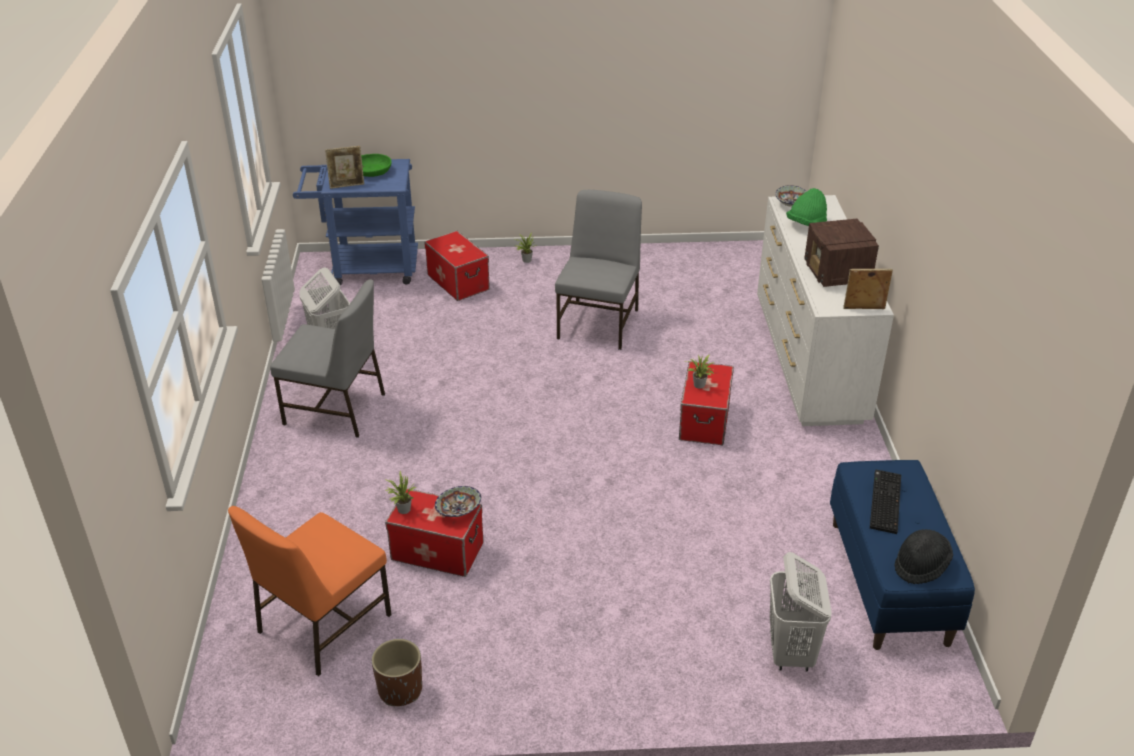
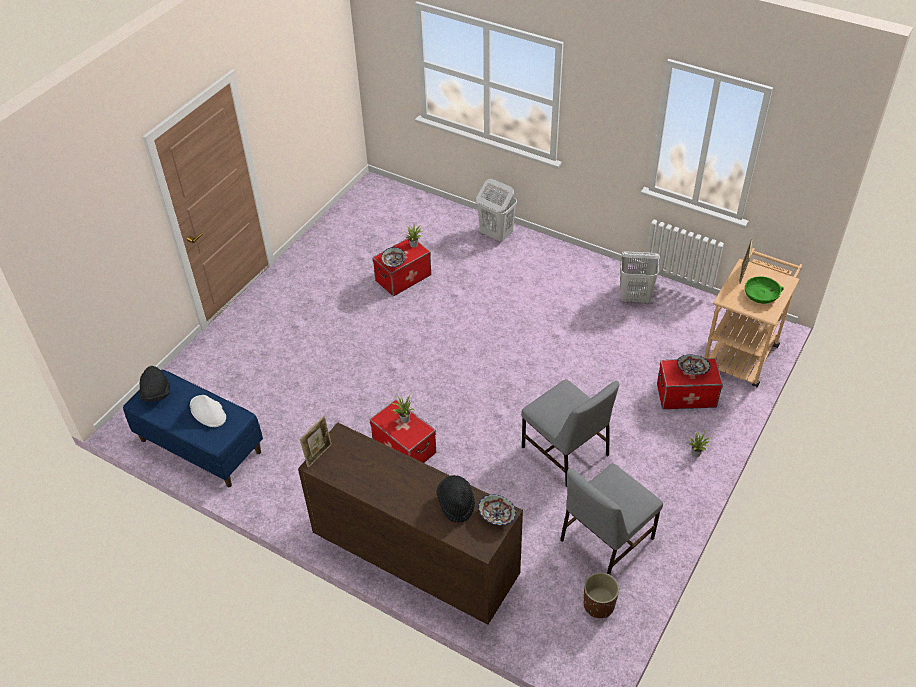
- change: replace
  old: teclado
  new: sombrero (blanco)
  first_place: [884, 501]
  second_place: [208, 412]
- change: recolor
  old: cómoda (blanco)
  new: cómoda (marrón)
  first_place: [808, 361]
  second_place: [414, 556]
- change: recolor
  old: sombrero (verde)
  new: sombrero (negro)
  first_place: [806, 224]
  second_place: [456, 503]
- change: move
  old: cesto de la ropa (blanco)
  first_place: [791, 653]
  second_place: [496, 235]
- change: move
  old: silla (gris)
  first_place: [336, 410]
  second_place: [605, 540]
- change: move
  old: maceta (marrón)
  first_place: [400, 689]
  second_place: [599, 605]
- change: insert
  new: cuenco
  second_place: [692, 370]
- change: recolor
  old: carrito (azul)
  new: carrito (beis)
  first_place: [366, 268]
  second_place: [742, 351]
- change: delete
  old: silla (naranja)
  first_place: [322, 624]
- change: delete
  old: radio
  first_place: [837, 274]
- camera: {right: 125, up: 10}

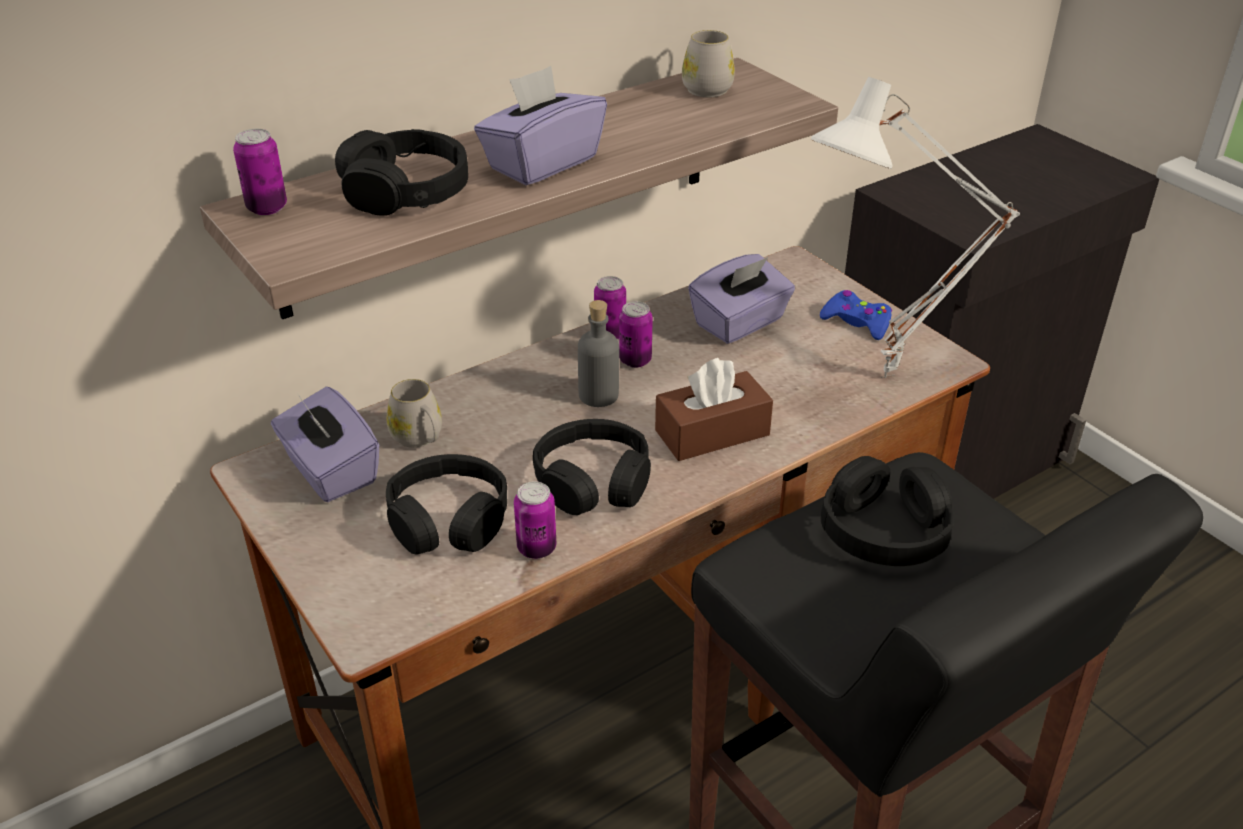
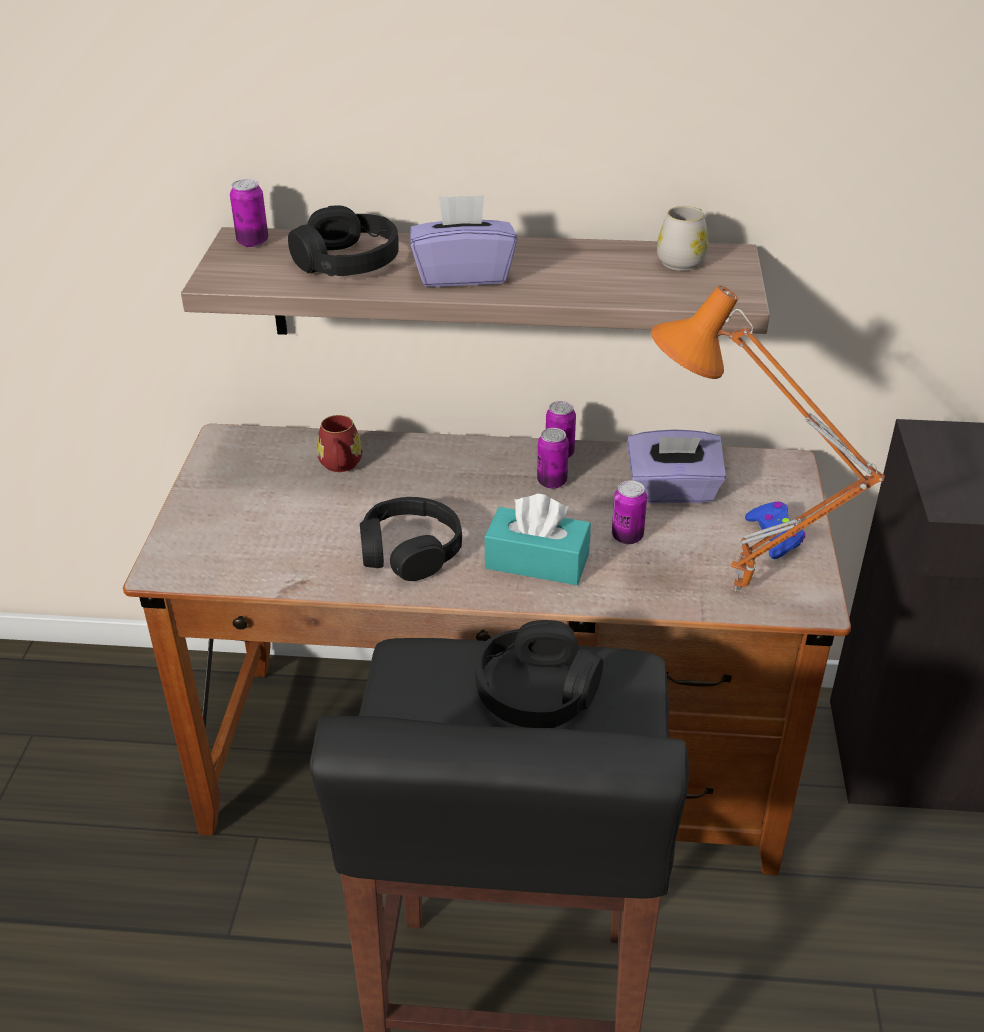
- change: recolor
  old: taza grande (blanco)
  new: taza grande (rojo)
  first_place: [420, 438]
  second_place: [340, 466]
- change: recolor
  old: caja de pañuelos (marrón)
  new: caja de pañuelos (turquesa)
  first_place: [712, 433]
  second_place: [537, 561]
- change: move
  old: lata
  first_place: [536, 548]
  second_place: [627, 537]
- change: recolor
  old: lámpara de mesa (blanco)
  new: lámpara de mesa (naranja)
  first_place: [890, 380]
  second_place: [736, 595]
- change: delete
  old: caja de pañuelos (morado)
  first_place: [330, 471]
- change: delete
  old: auriculares (negro)
  first_place: [448, 520]
- change: delete
  old: botella (gris)
  first_place: [598, 395]
- camera: {right: 40, up: 0}

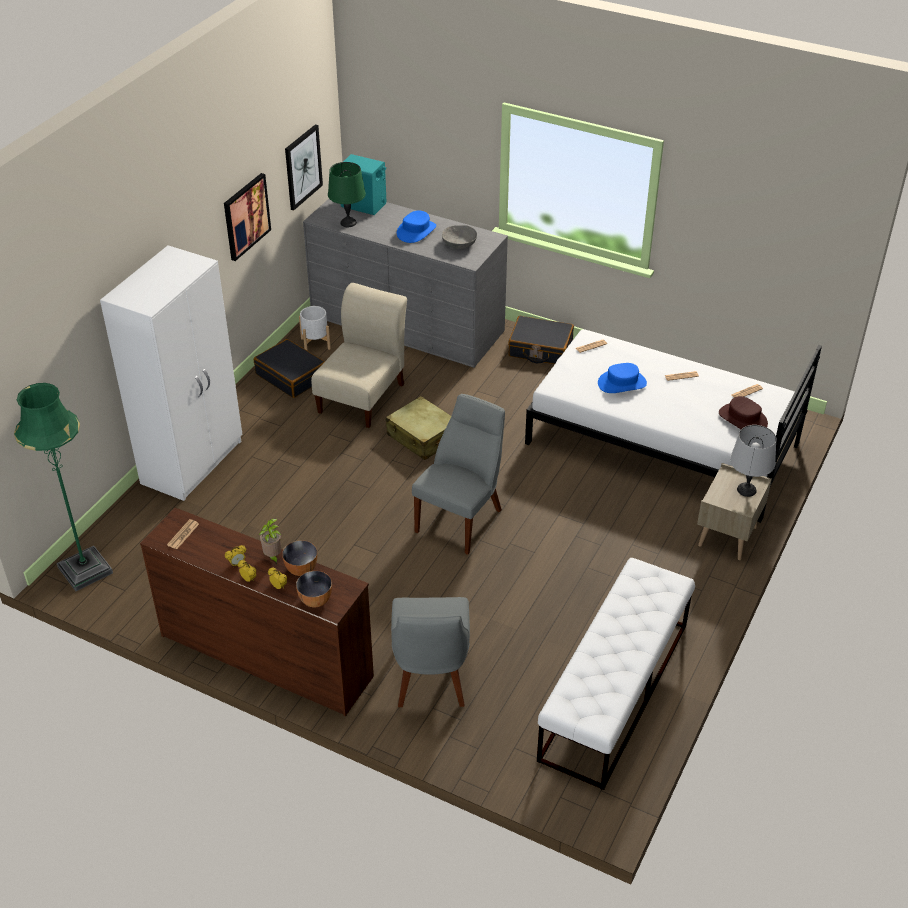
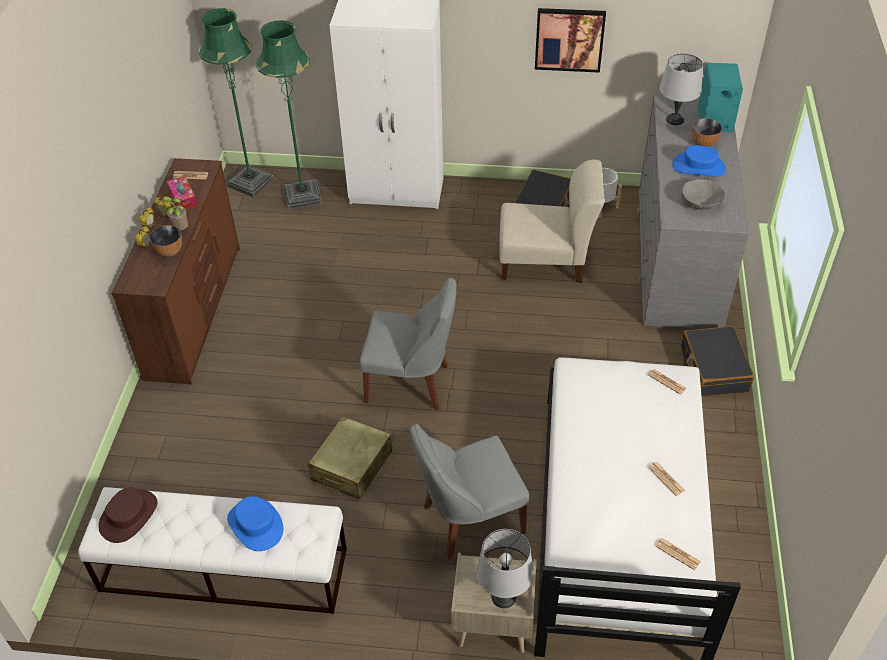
- change: move
  old: sombrero (marrón)
  first_place: [743, 419]
  second_place: [129, 516]
- change: insert
  new: caja de pañuelos
  second_place: [183, 198]
- change: move
  old: sombrero (azul)
  first_place: [622, 383]
  second_place: [256, 524]
- change: insert
  new: lámpara de pie (verde)
  second_place: [303, 196]
- change: move
  old: maleta (beis)
  first_place: [423, 437]
  second_place: [351, 466]
- change: move
  old: silla (gris)
  first_place: [430, 678]
  second_place: [468, 520]
- change: recolor
  old: lámpara de mesa (verde)
  new: lámpara de mesa (gris)
  first_place: [348, 222]
  second_place: [675, 120]
- change: move
  old: cuenco
  first_place: [315, 600]
  second_place: [704, 143]
- change: delete
  old: cuadro
  first_place: [303, 167]
- camera: {right: 70, up: 5}

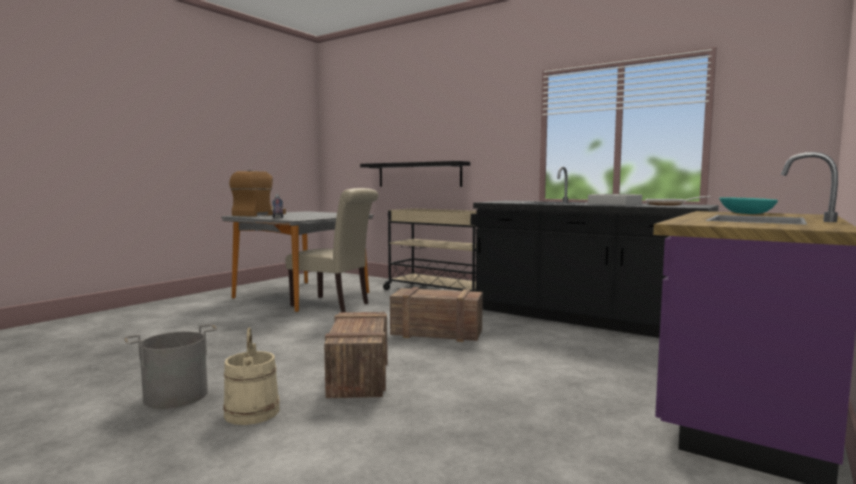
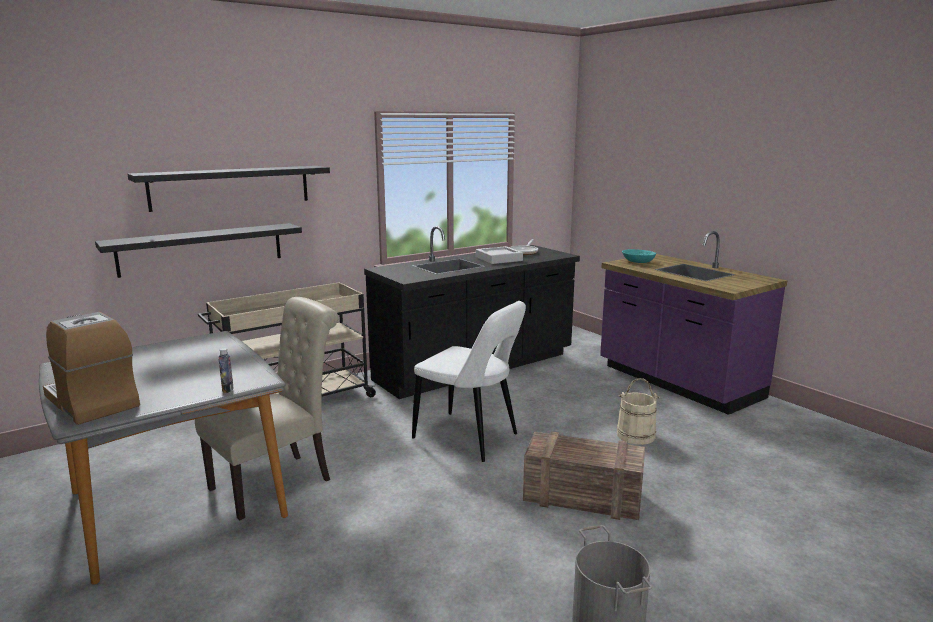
- change: insert
  new: estante (negro)
  second_place: [231, 187]
- change: replace
  old: caja de embalaje
  new: silla (blanco)
  first_place: [435, 333]
  second_place: [469, 438]
- change: move
  old: cubo (beis)
  first_place: [252, 412]
  second_place: [635, 435]
- camera: {right: -70, up: 10}

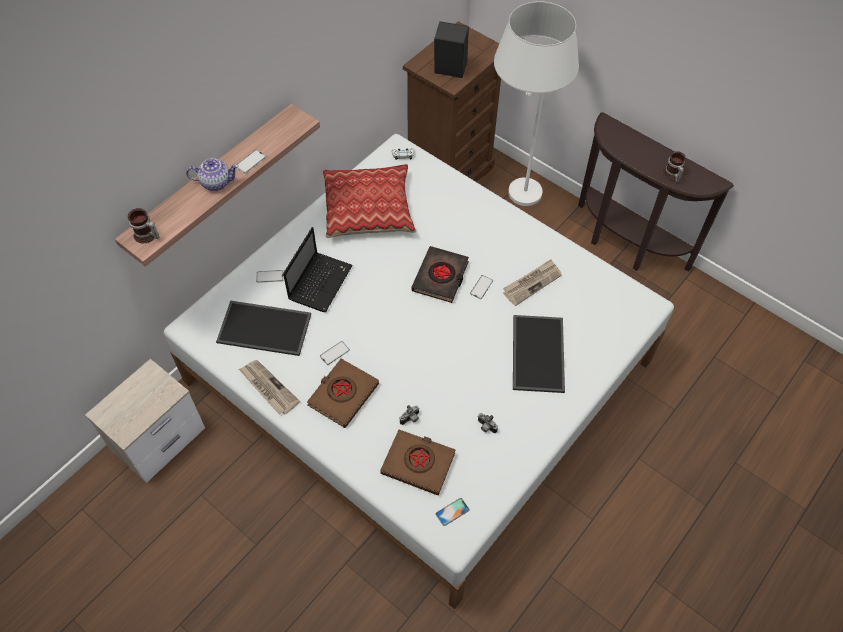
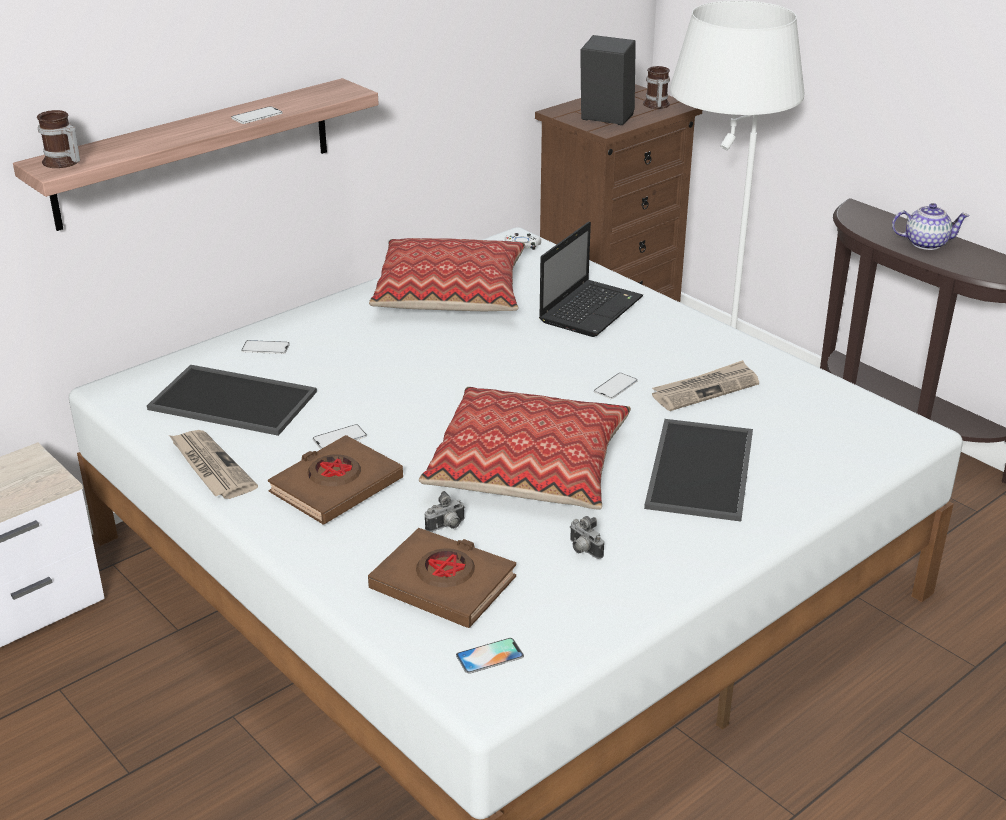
- change: insert
  new: cojín
  second_place: [529, 466]
- change: move
  old: portátil
  first_place: [320, 281]
  second_place: [591, 309]
- change: move
  old: taza grande
  first_place: [671, 175]
  second_place: [655, 105]
- change: move
  old: tetera
  first_place: [215, 182]
  second_place: [925, 243]
- change: delete
  old: libro (negro)
  first_place: [440, 277]
- camera: {right: 10, up: -25}

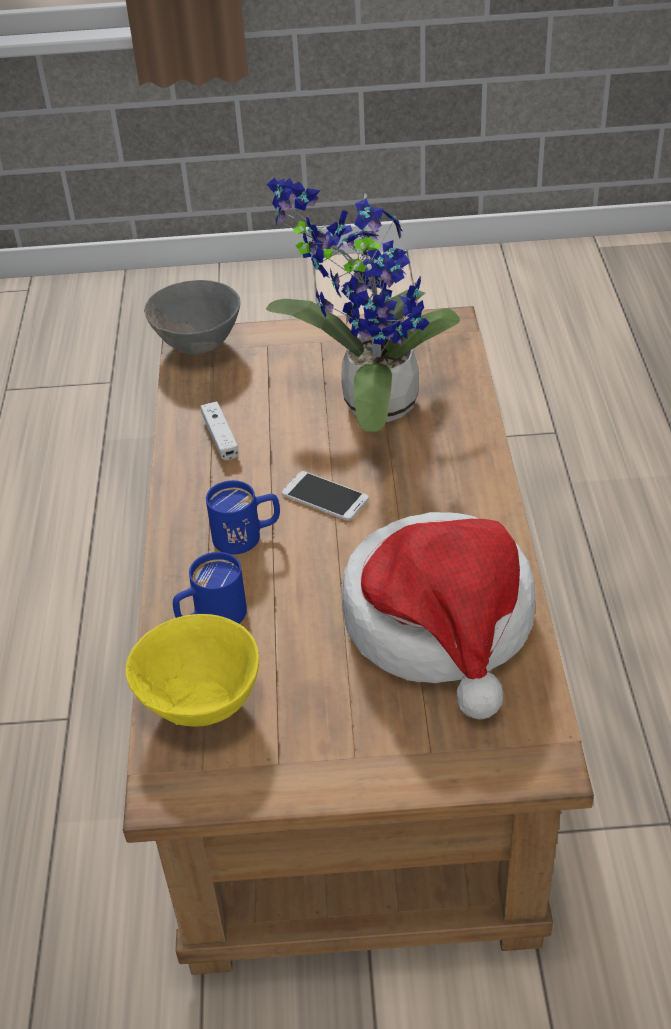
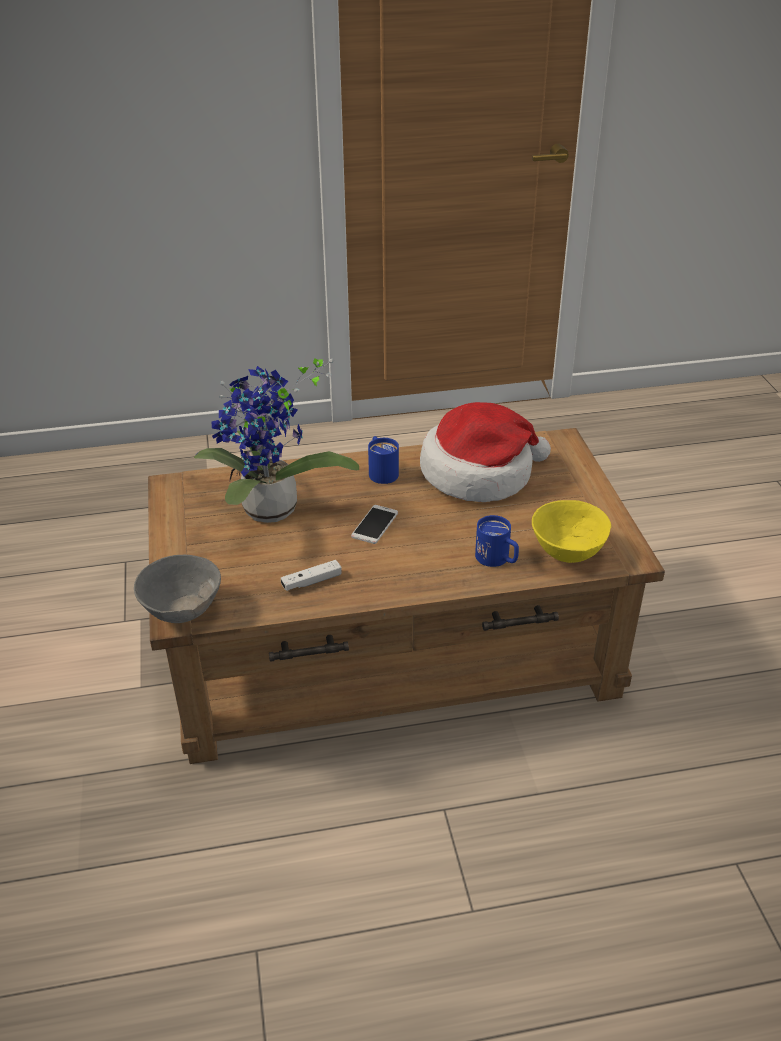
- change: move
  old: taza grande (azul)
  first_place: [247, 536]
  second_place: [381, 471]
- camera: {right: -100, up: -5}

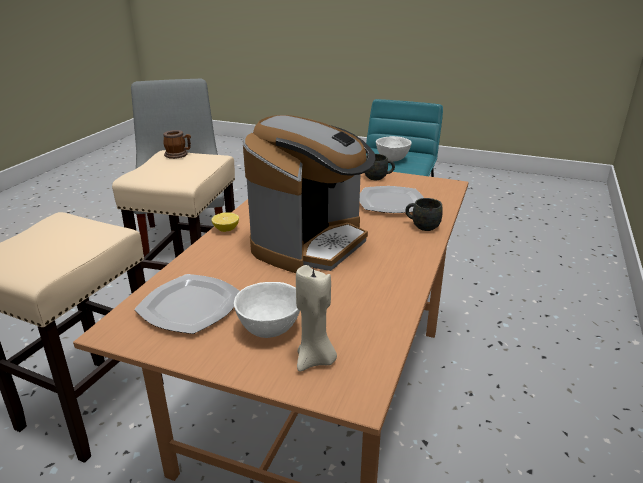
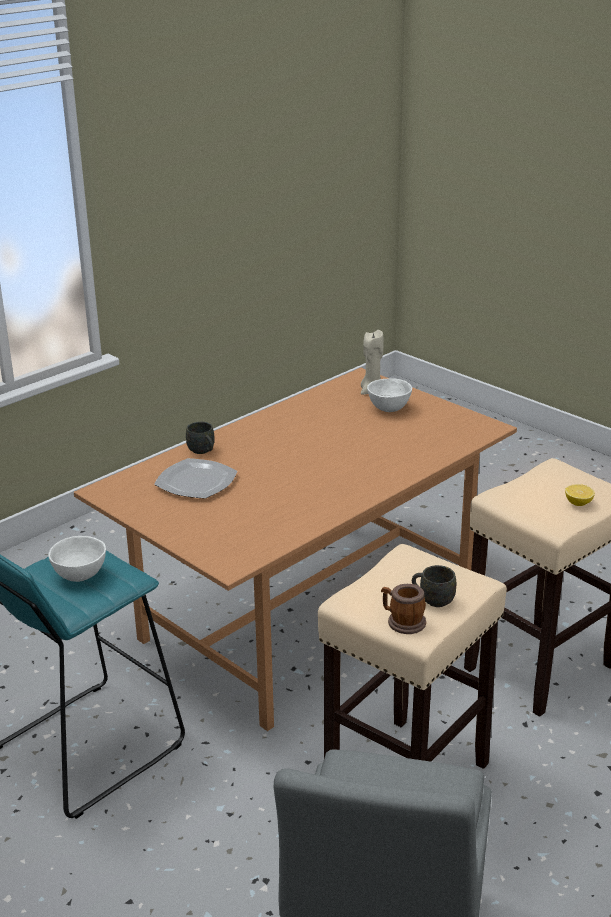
- change: move
  old: taza grande (gris)
  first_place: [378, 177]
  second_place: [432, 599]
- change: move
  old: limón
  first_place: [226, 229]
  second_place: [578, 503]
- change: delete
  old: plato
  first_place: [191, 306]
- change: delete
  old: cafetera
  first_place: [310, 243]
- camera: {right: -155, up: 0}

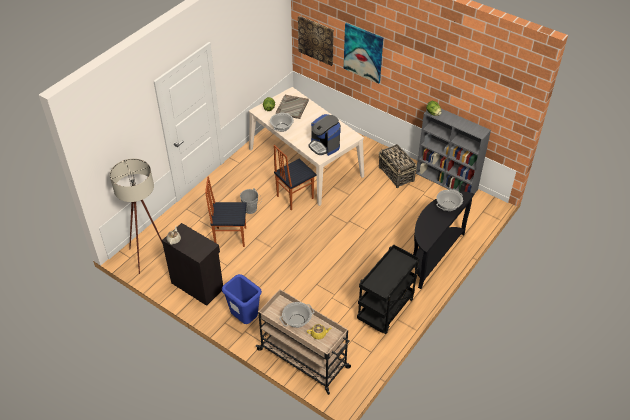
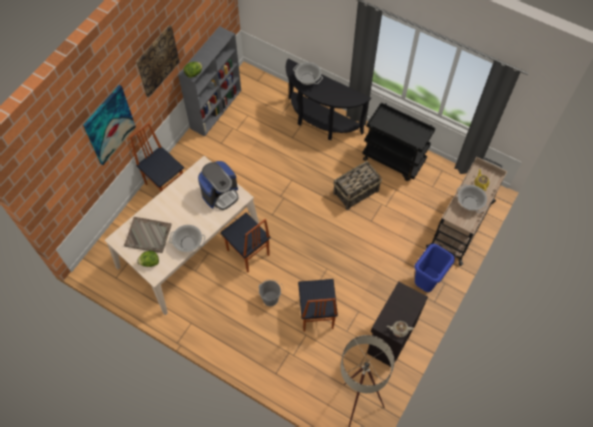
- change: insert
  new: silla
  second_place: [166, 184]
- change: move
  old: cuadro
  first_place: [316, 40]
  second_place: [157, 61]
- change: move
  old: cesta
  first_place: [396, 174]
  second_place: [356, 192]
- camera: {right: -95, up: 15}

